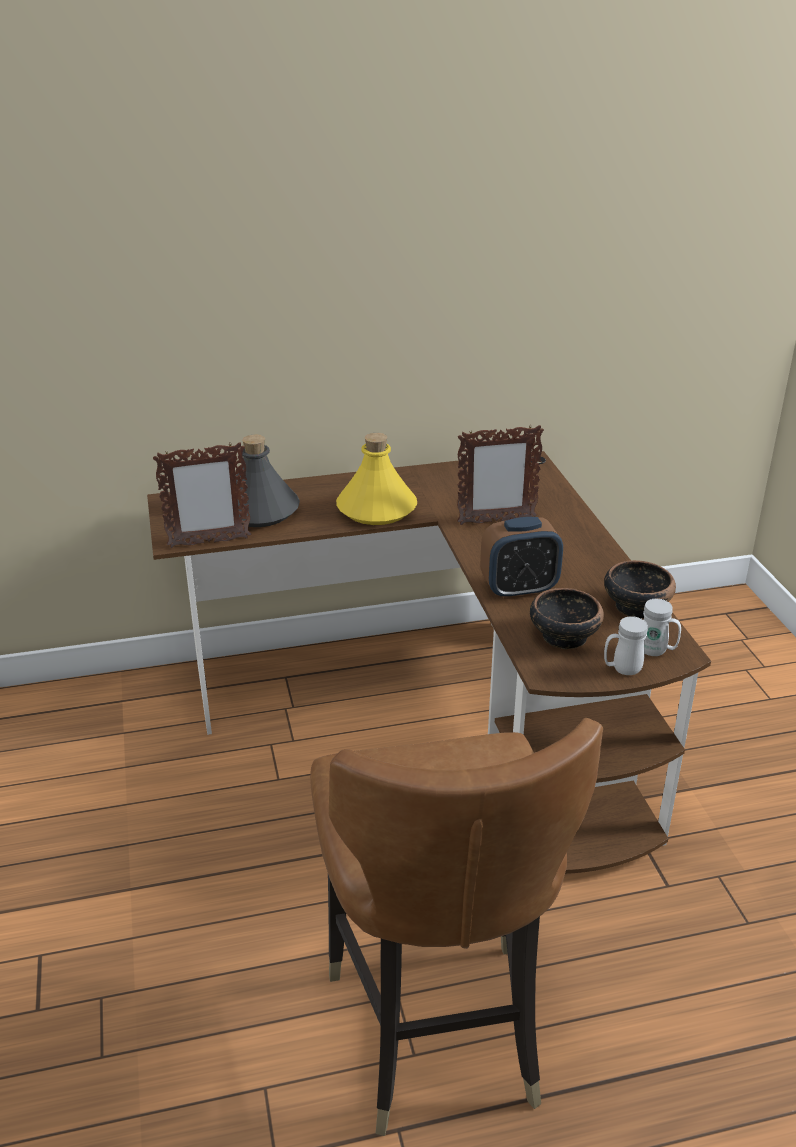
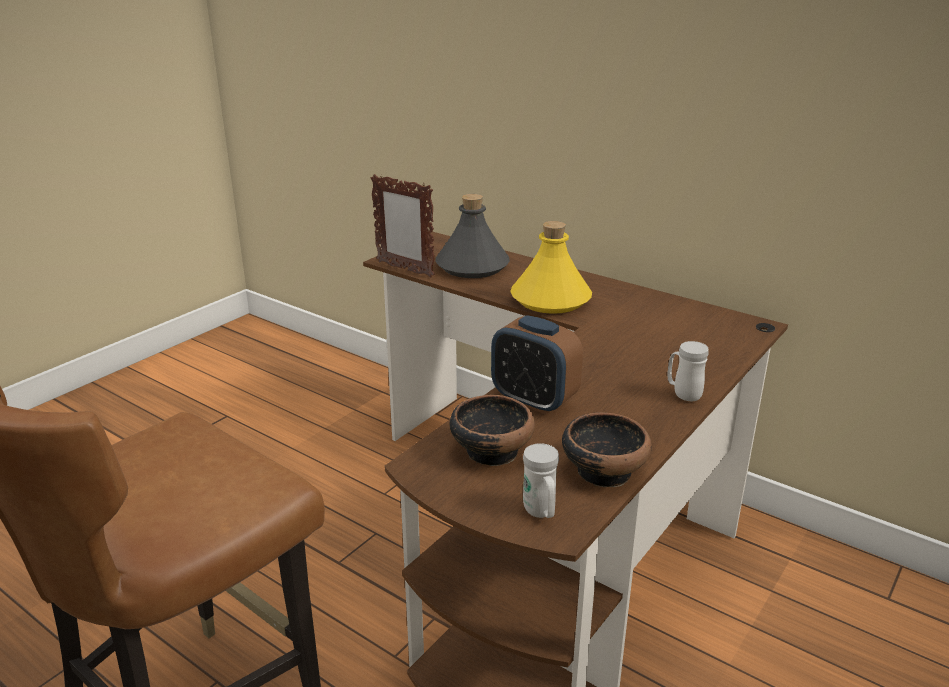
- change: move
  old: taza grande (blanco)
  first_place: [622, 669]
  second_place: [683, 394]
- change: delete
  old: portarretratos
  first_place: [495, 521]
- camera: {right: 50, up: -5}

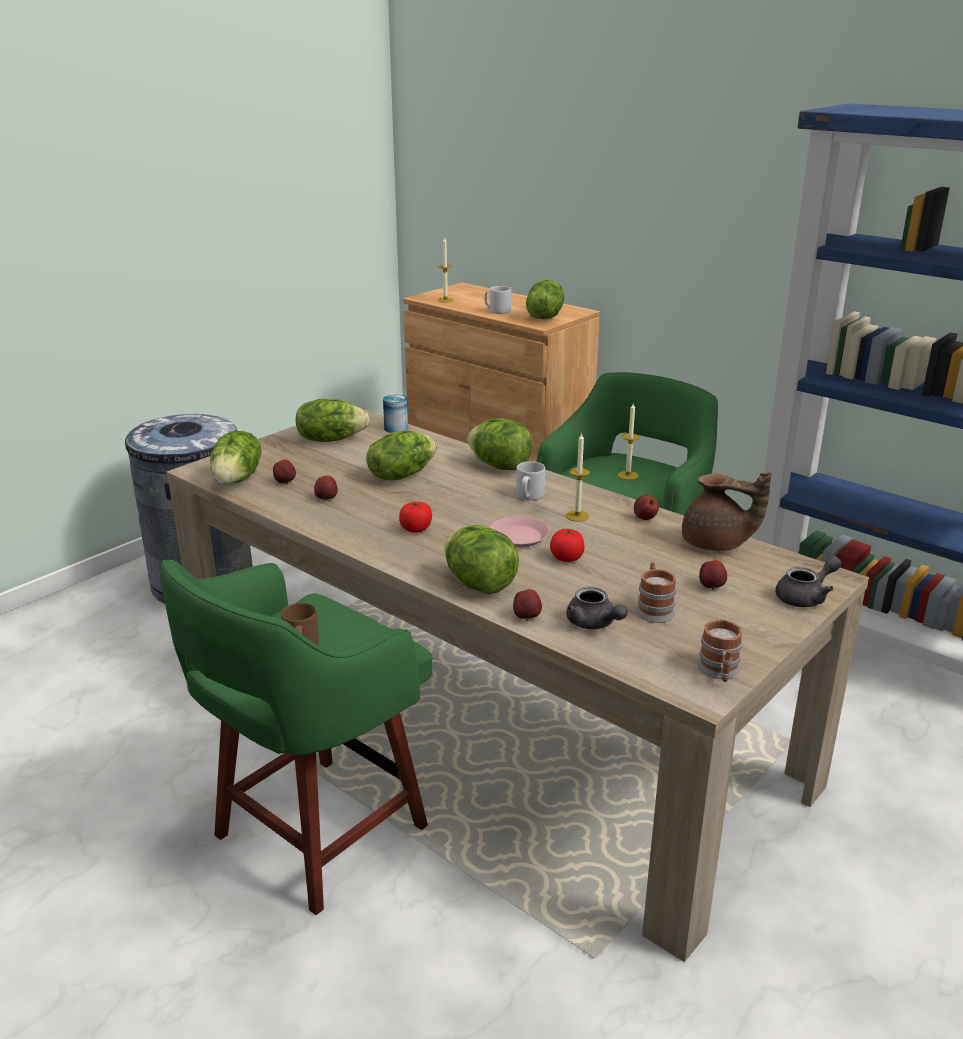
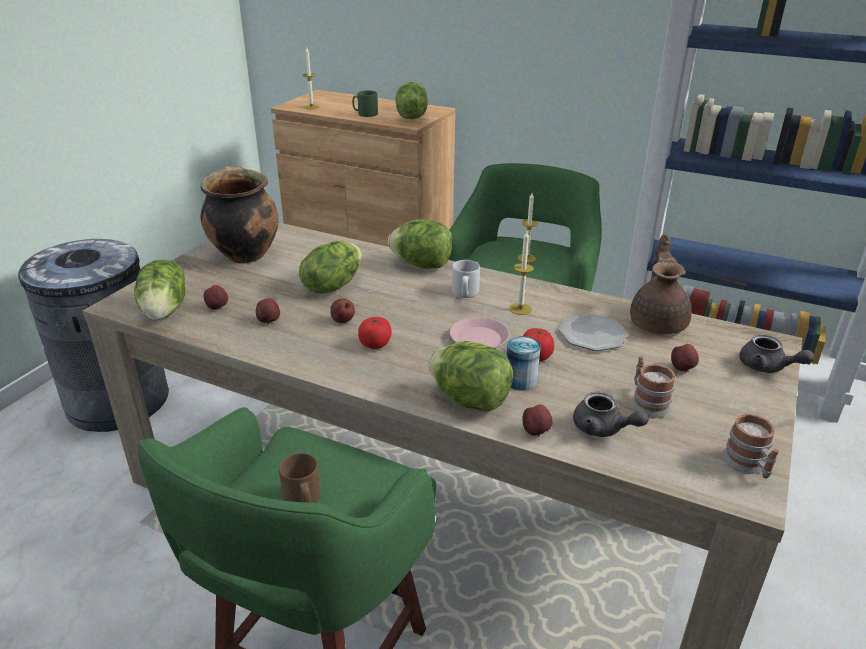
- change: replace
  old: lechuga
  new: olla
  first_place: [330, 439]
  second_place: [244, 254]
- change: move
  old: manzana
  first_place: [644, 518]
  second_place: [342, 321]
- change: recolor
  old: taza grande (gris)
  new: taza grande (verde)
  first_place: [497, 311]
  second_place: [365, 114]
- change: move
  old: lata
  first_place: [396, 428]
  second_place: [520, 380]
- change: insert
  new: plato
  second_place: [592, 335]
- change: rotate
  old: tetera (marrón)
  first_place: [716, 544]
  second_place: [658, 322]
  degrees: -90
- change: rotate
  old: tetera (gris)
  first_place: [806, 597]
  second_place: [767, 367]
  degrees: 90
- camera: {right: -15, up: 5}

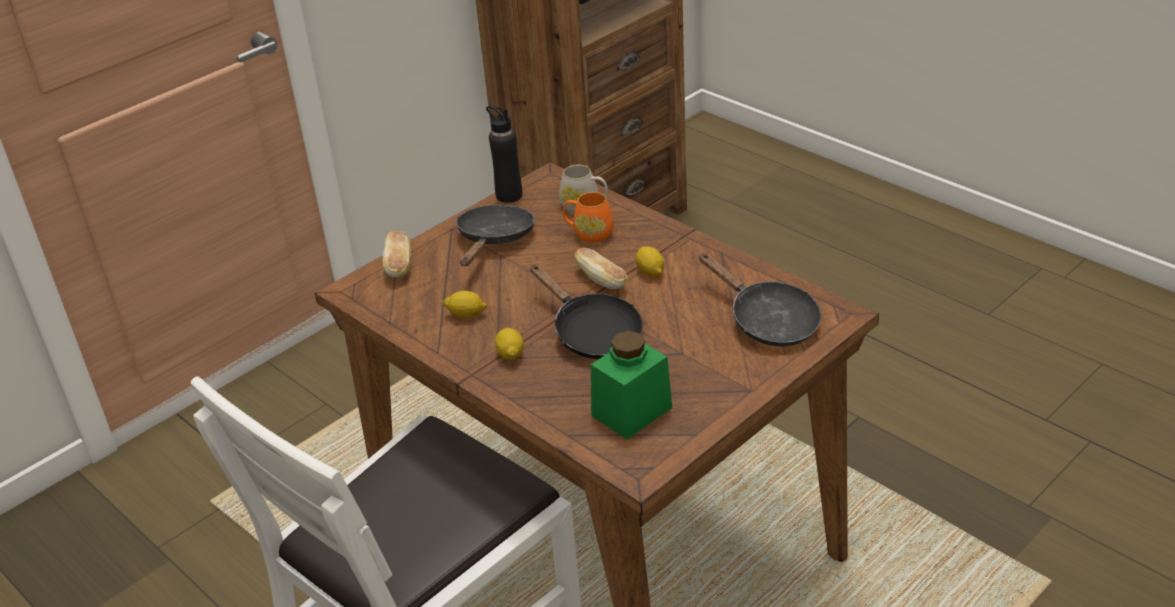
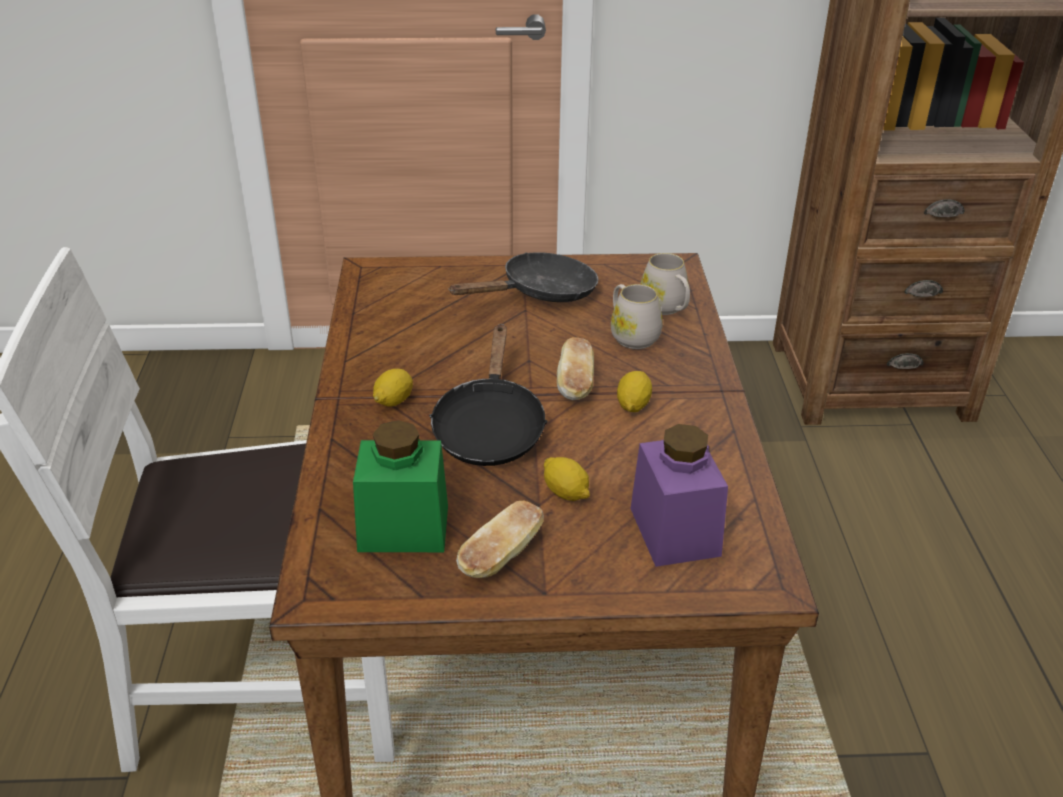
- change: move
  old: pan
  first_place: [399, 265]
  second_place: [501, 556]
- change: move
  old: limón
  first_place: [466, 314]
  second_place: [566, 492]
- change: recolor
  old: taza grande (naranja)
  new: taza grande (blanco)
  first_place: [589, 234]
  second_place: [631, 335]
- change: replace
  old: sartén (negro)
  new: tarro (morado)
  first_place: [767, 321]
  second_place: [674, 531]
- change: delete
  old: botella (negro)
  first_place: [509, 195]
- camera: {right: 40, up: 0}

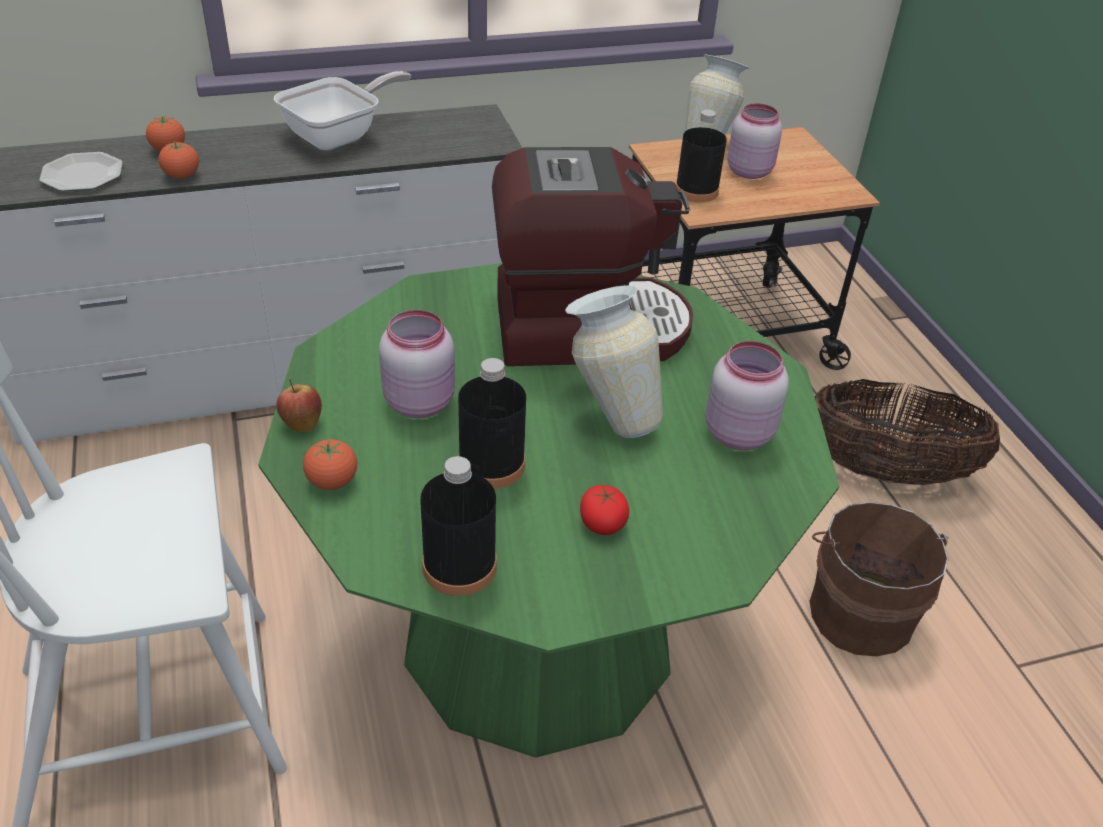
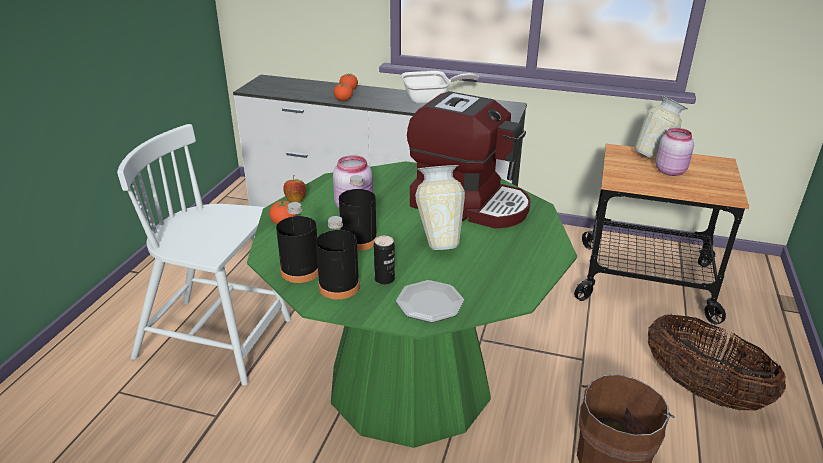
- change: move
  old: botella (negro)
  first_place: [696, 191]
  second_place: [339, 287]
- change: replace
  old: tomate
  new: lata
  first_place: [603, 522]
  second_place: [384, 279]
- change: move
  old: plato
  first_place: [82, 175]
  second_place: [429, 303]
- change: delete
  old: tarro (rosa)
  first_place: [737, 432]
- camera: {right: 35, up: -10}

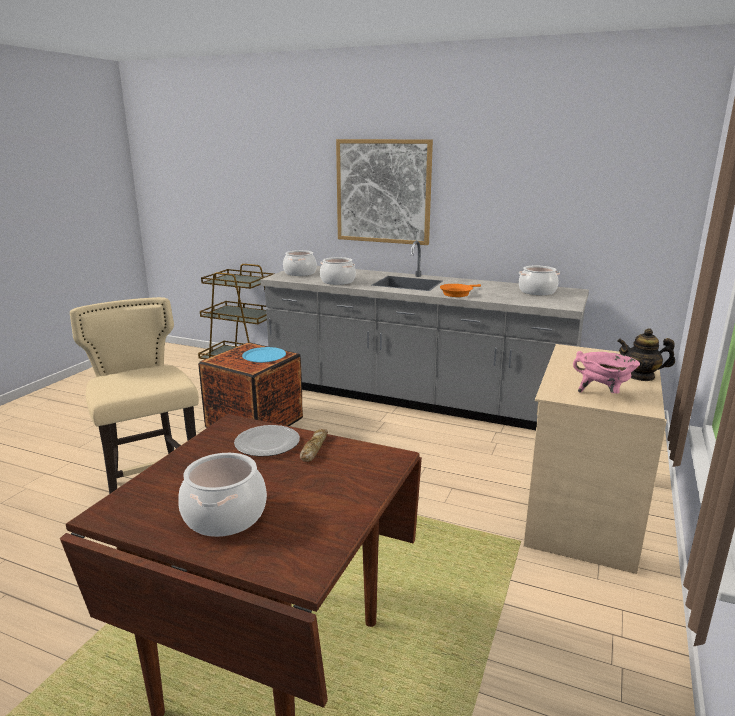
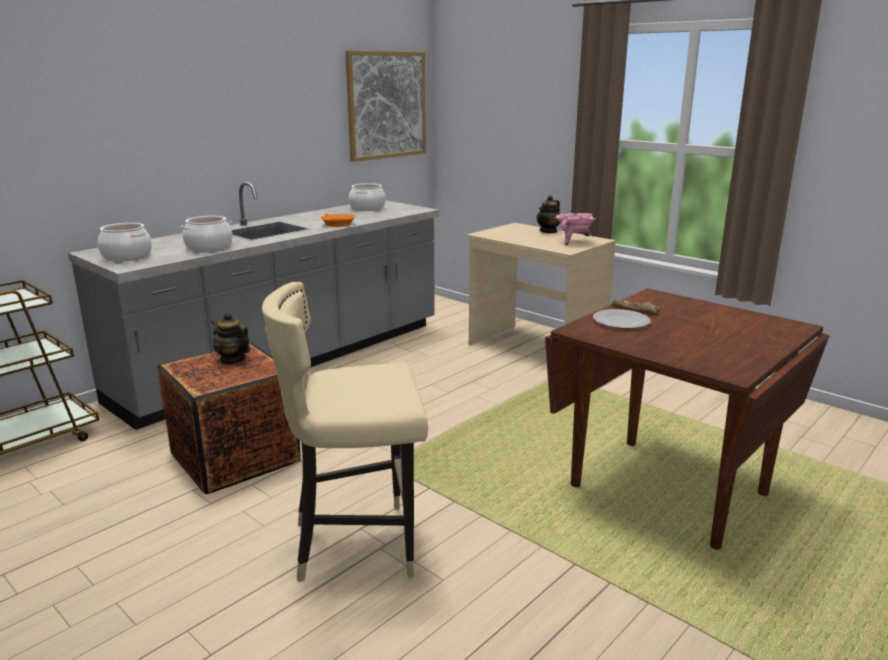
- change: replace
  old: plato (azul)
  new: tetera
  first_place: [264, 356]
  second_place: [232, 359]
- change: move
  old: cuadro
  first_place: [383, 191]
  second_place: [386, 105]
- change: delete
  old: olla
  first_place: [225, 516]
- camera: {right: -70, up: 0}

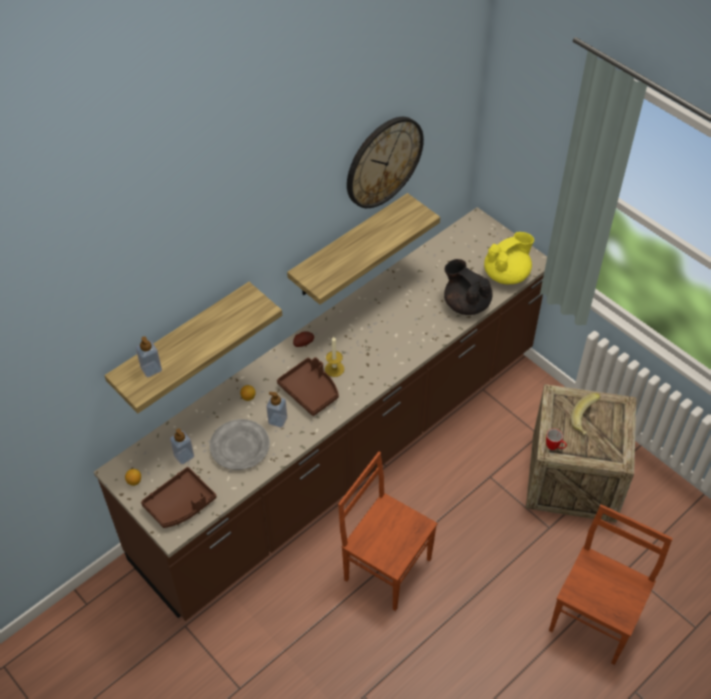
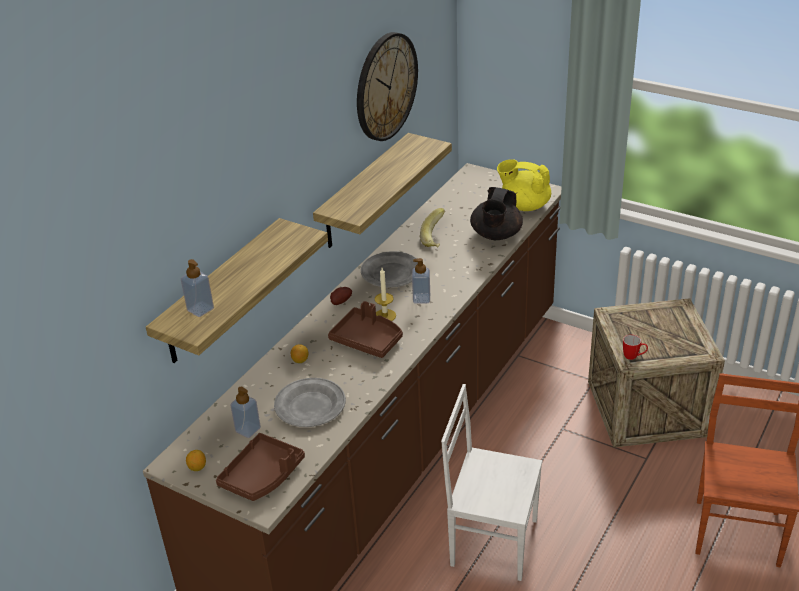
- change: insert
  new: plato (gris)
  second_place: [391, 273]
- change: move
  old: dispensador de jabón
  first_place: [277, 420]
  second_place: [421, 299]
- change: move
  old: plátano
  first_place: [585, 420]
  second_place: [436, 239]
- change: recolor
  old: silla (marrón)
  new: silla (blanco)
  first_place: [387, 567]
  second_place: [492, 541]
- change: rotate
  old: tetera (negro)
  first_place: [466, 303]
  second_place: [496, 235]
  degrees: -105
- change: rotate
  old: tetera (amarillo)
  first_place: [507, 274]
  second_place: [524, 205]
  degrees: -105
- camera: {right: -15, up: -15}

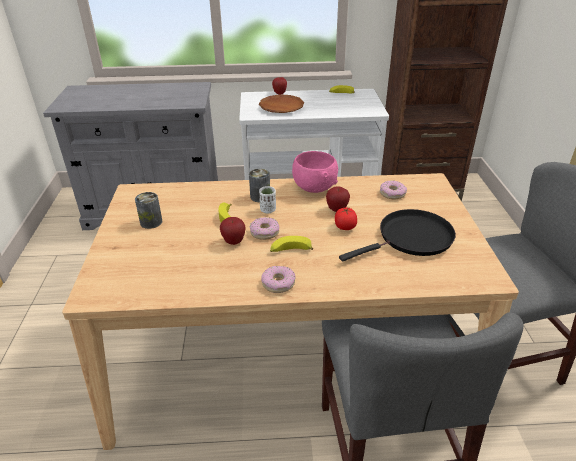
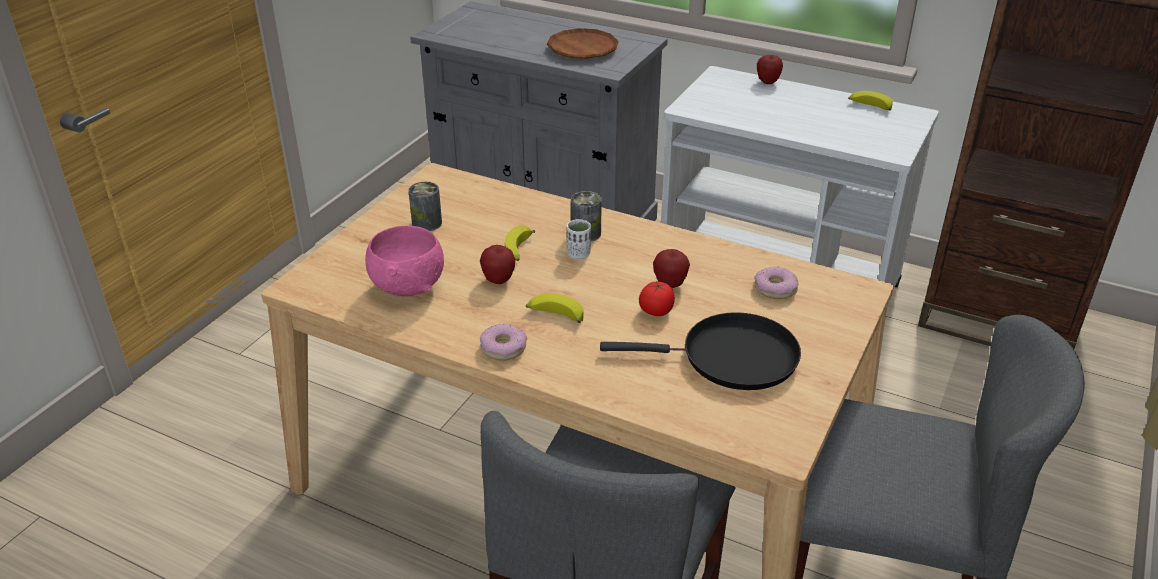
- change: move
  old: cuenco (rosa)
  first_place: [314, 187]
  second_place: [408, 286]
- change: move
  old: plato (marrón)
  first_place: [281, 107]
  second_place: [582, 49]
- change: delete
  old: rosquilla
  first_place: [264, 232]
- camera: {right: 30, up: 0}

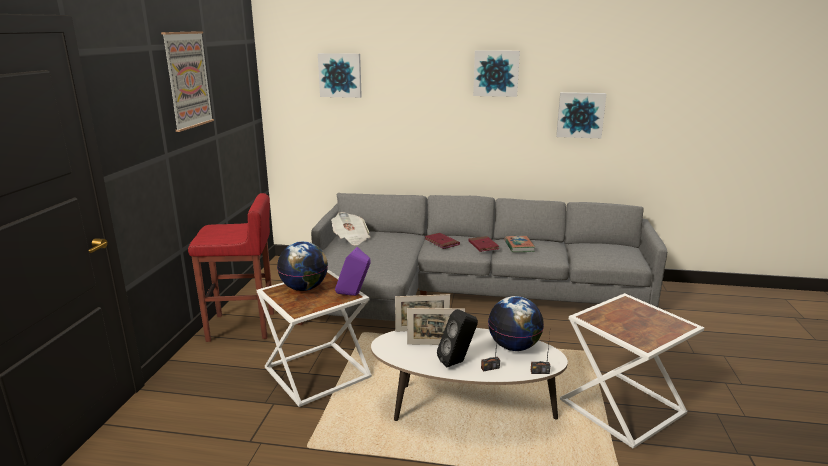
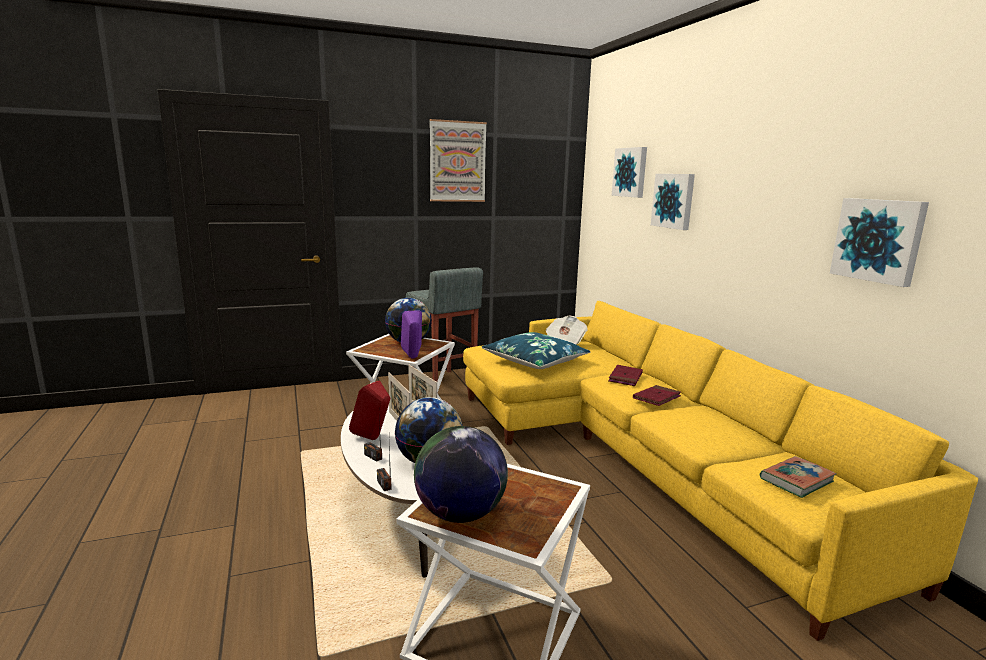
- change: recolor
  old: altavoz (negro)
  new: altavoz (rojo)
  first_place: [457, 362]
  second_place: [373, 439]
- change: recolor
  old: taburete (rojo)
  new: taburete (gris)
  first_place: [242, 327]
  second_place: [442, 383]
- change: insert
  new: globo terráqueo
  second_place: [460, 514]
- change: recolor
  old: sofá (gris)
  new: sofá (amarillo)
  first_place: [459, 292]
  second_place: [636, 453]
- change: insert
  new: cojín (azul)
  second_place: [535, 361]
- change: move
  old: cuadro
  first_place: [496, 73]
  second_place: [674, 201]
- change: move
  old: libro
  first_place: [519, 246]
  second_place: [796, 480]
- camera: {right: 60, up: -5}

